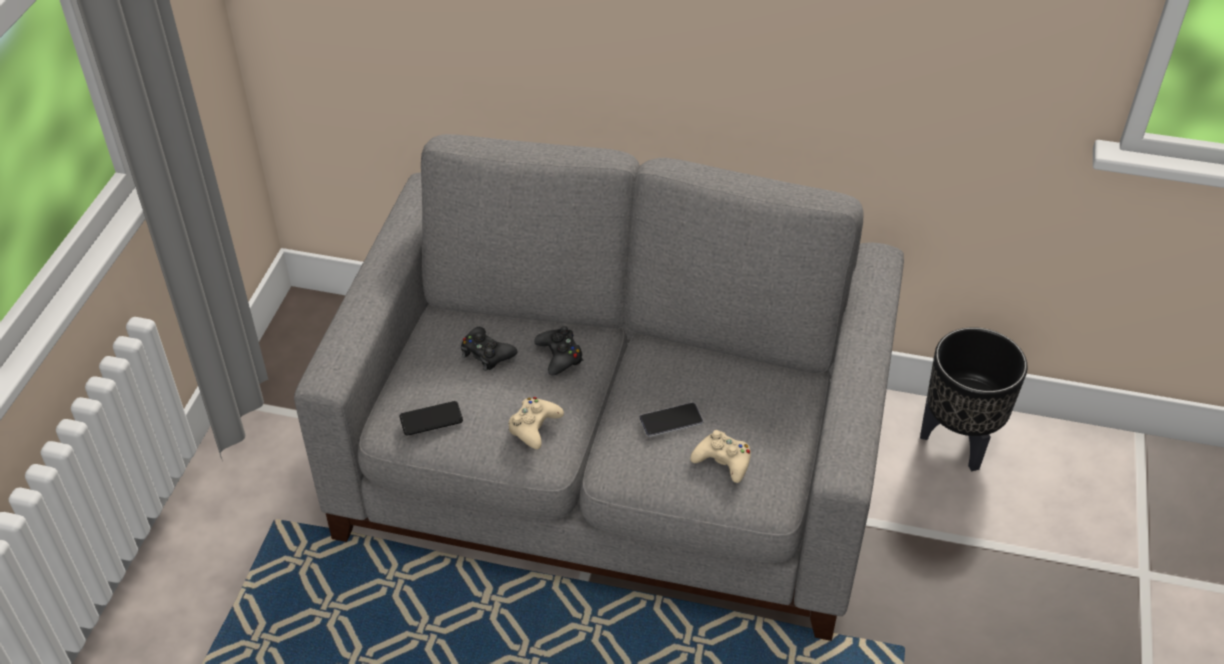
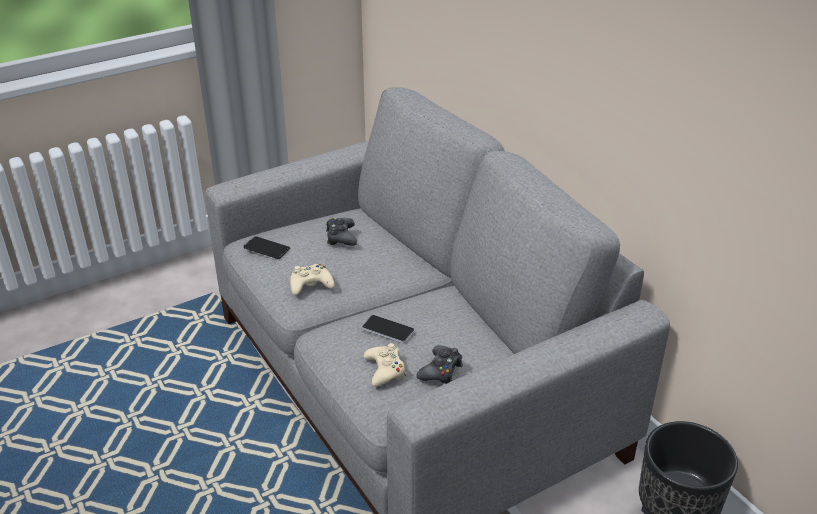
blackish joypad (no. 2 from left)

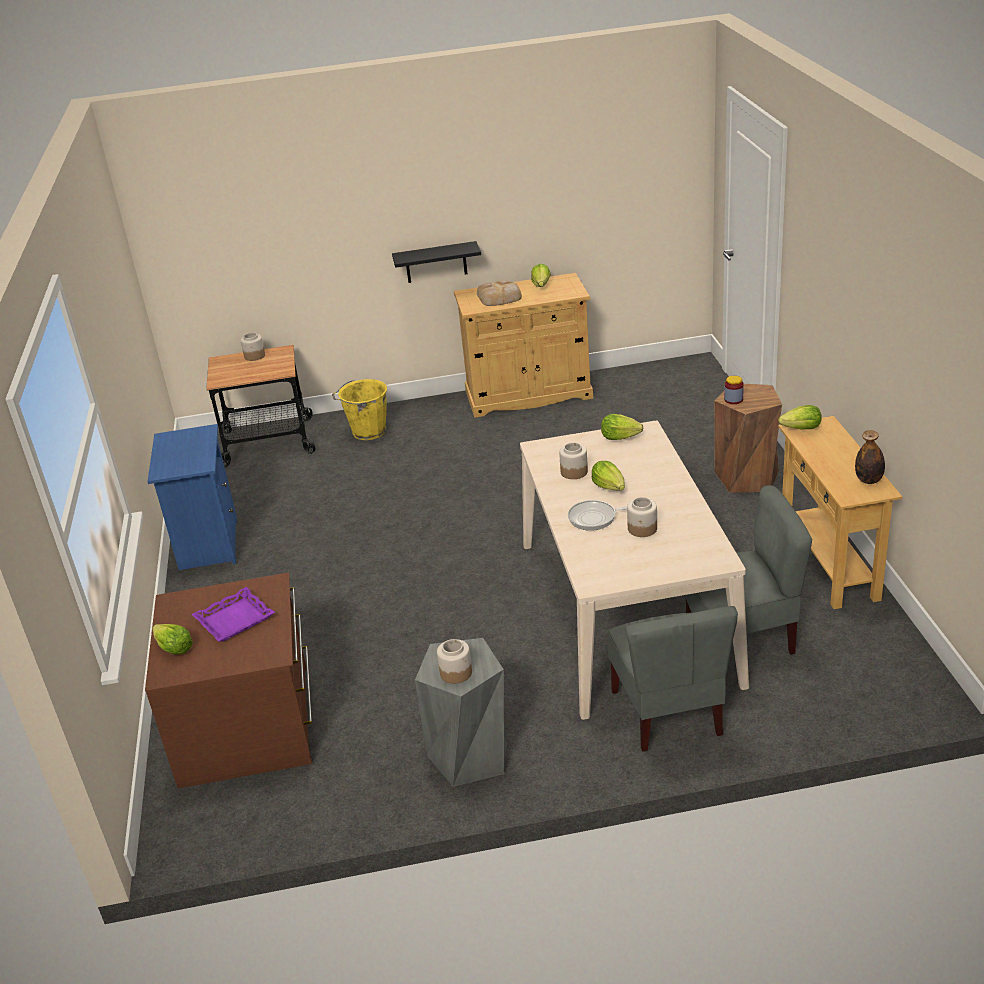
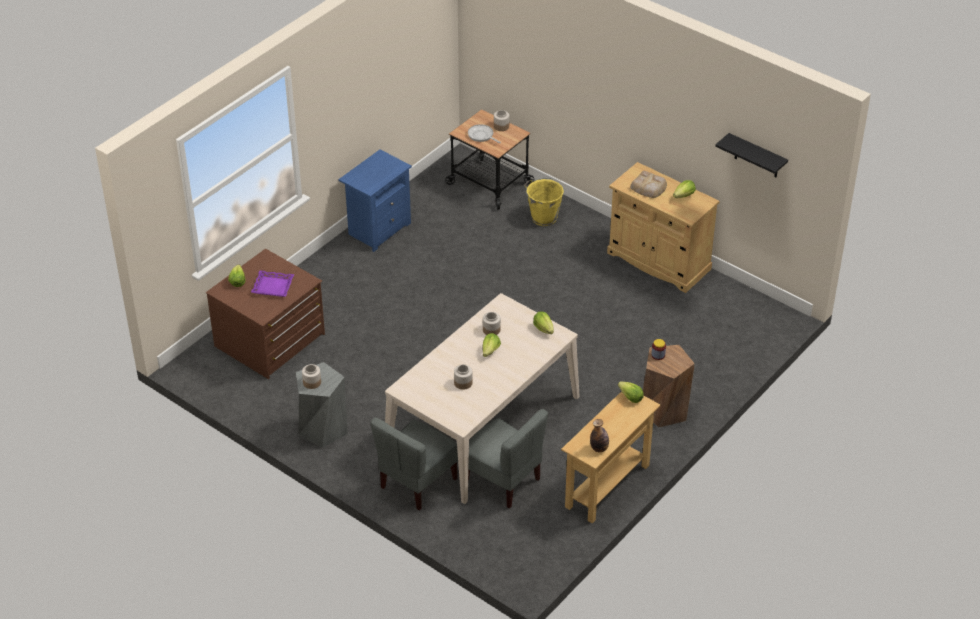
blackish bracket shelf
skillet

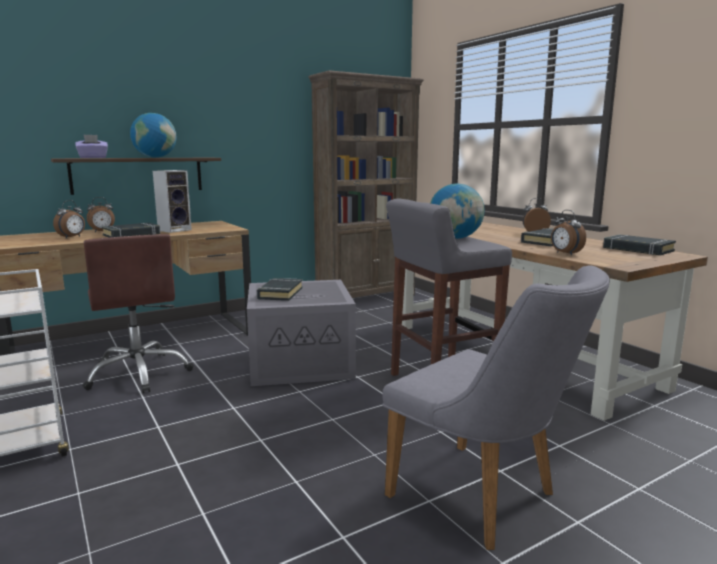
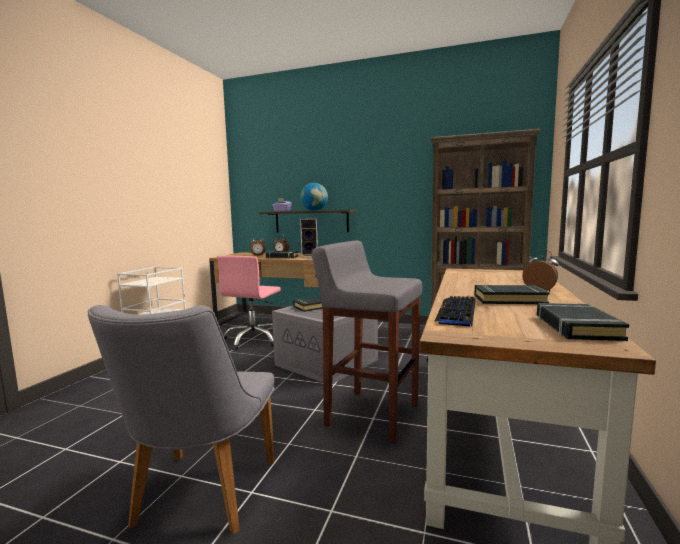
world globe (no. 2 from left in the first image)
PC keyboard
pinkish office chair

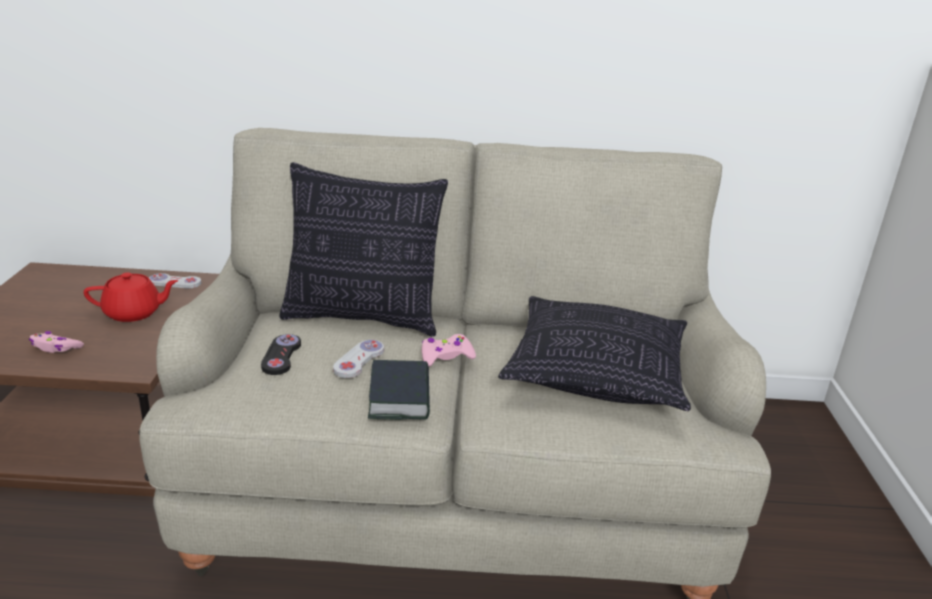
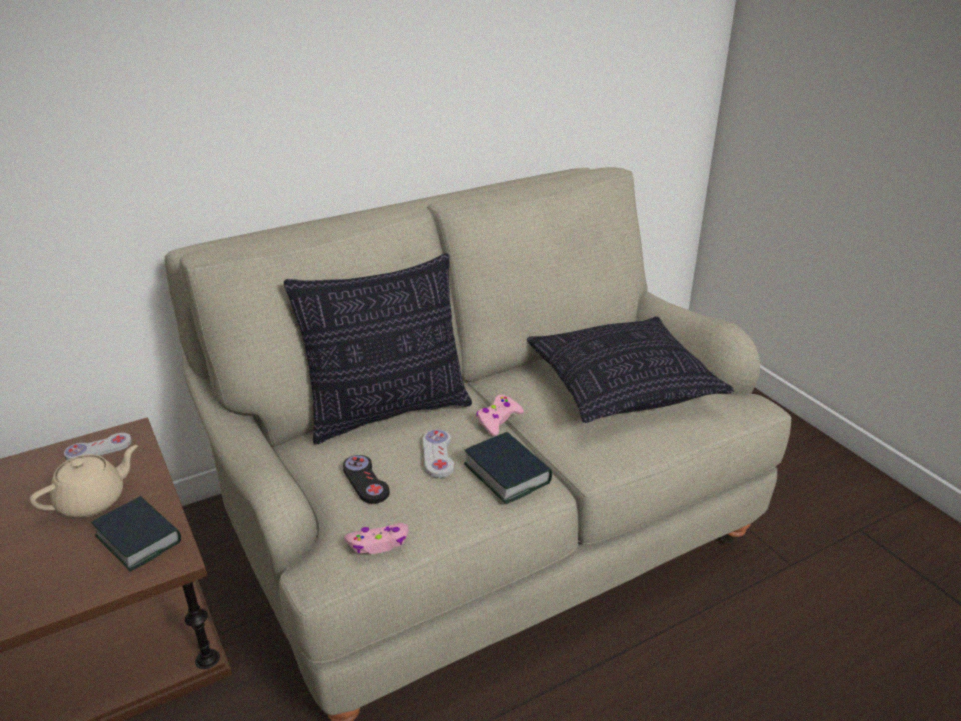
beige tea pot
pinkish joypad (no. 1 from left)
volume (no. 1 from left)

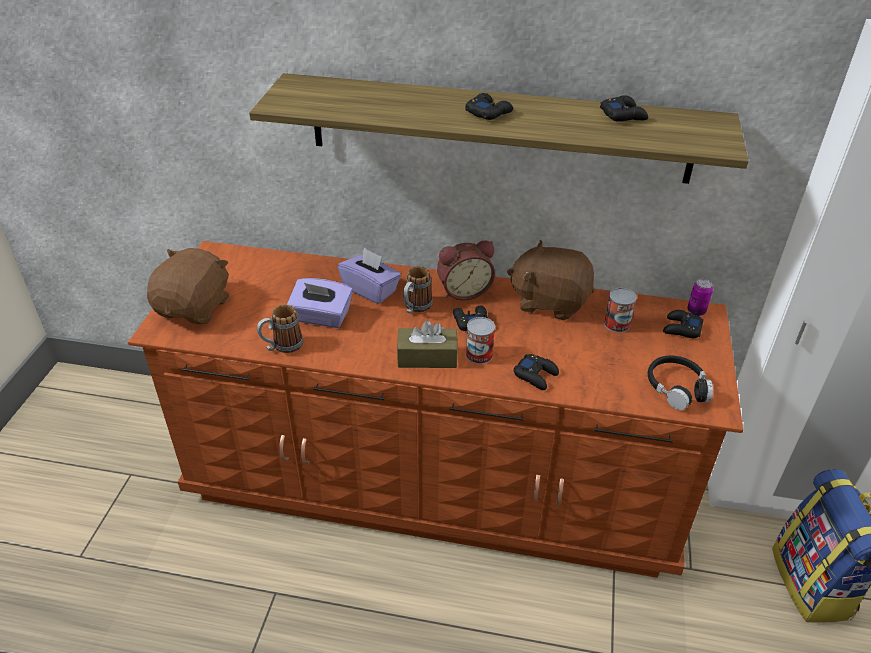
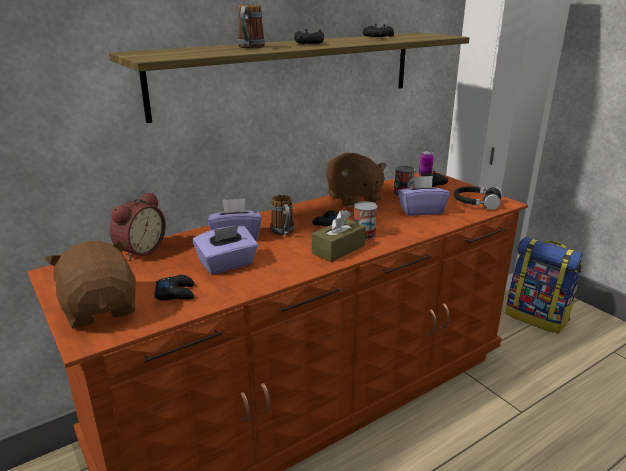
brown-coloured plush toy (no. 2 from left)
table clock
tea mug (no. 1 from left)
blackish joypad (no. 1 from left)
purple-coloured tissue box (no. 3 from left)

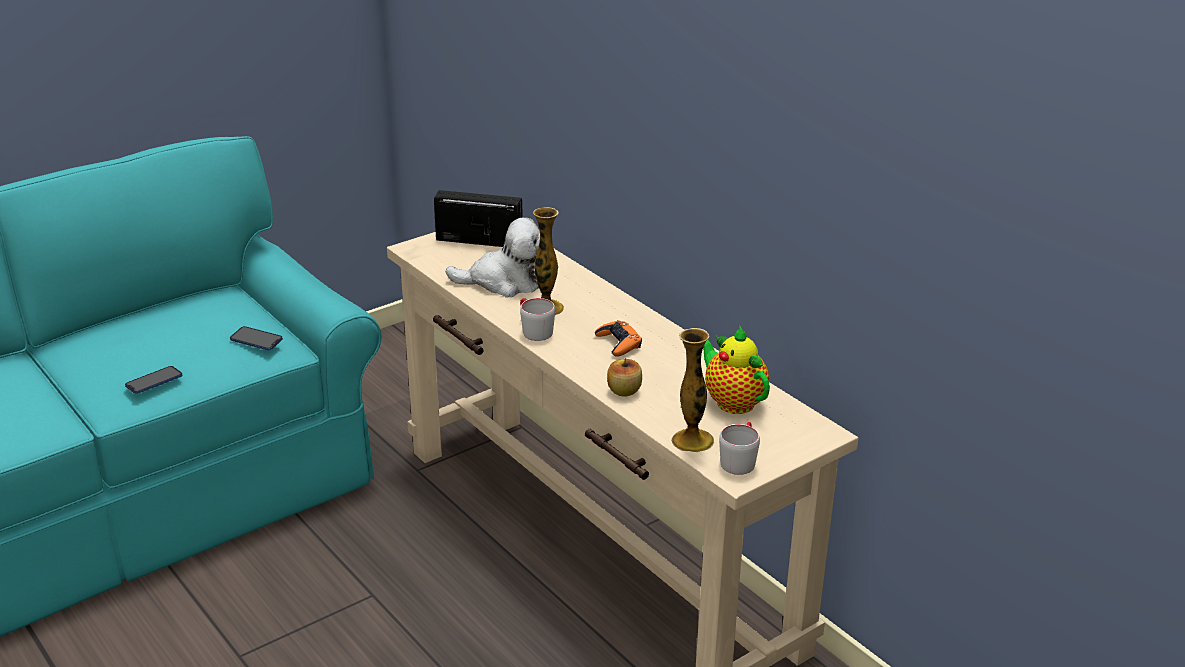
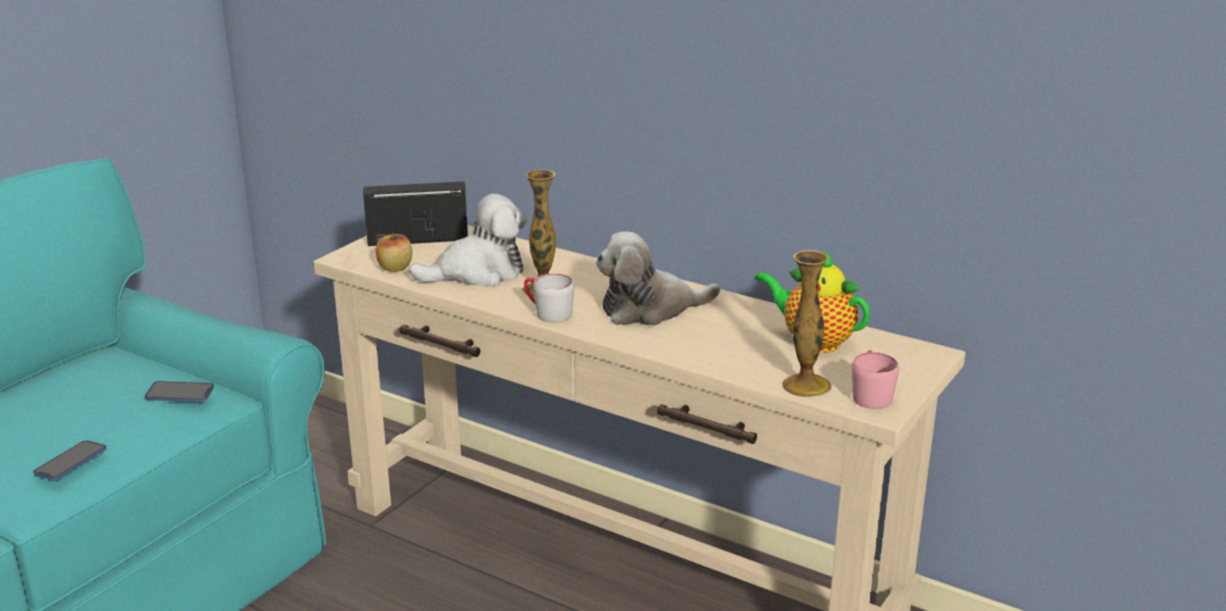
plush toy (no. 2 from left)
whole apple
pinkish tea mug

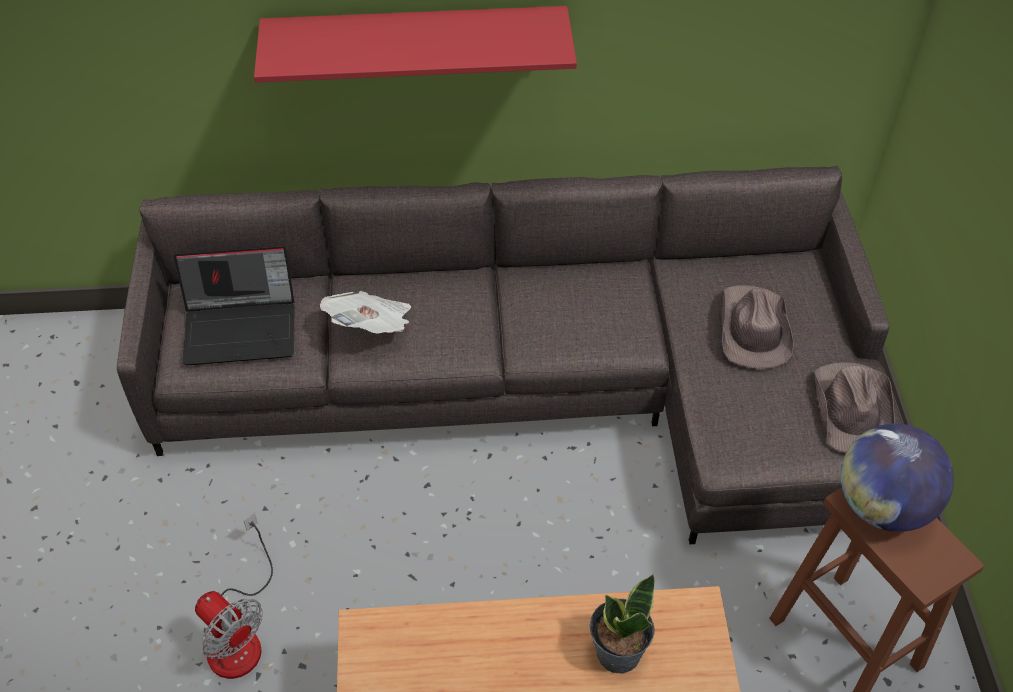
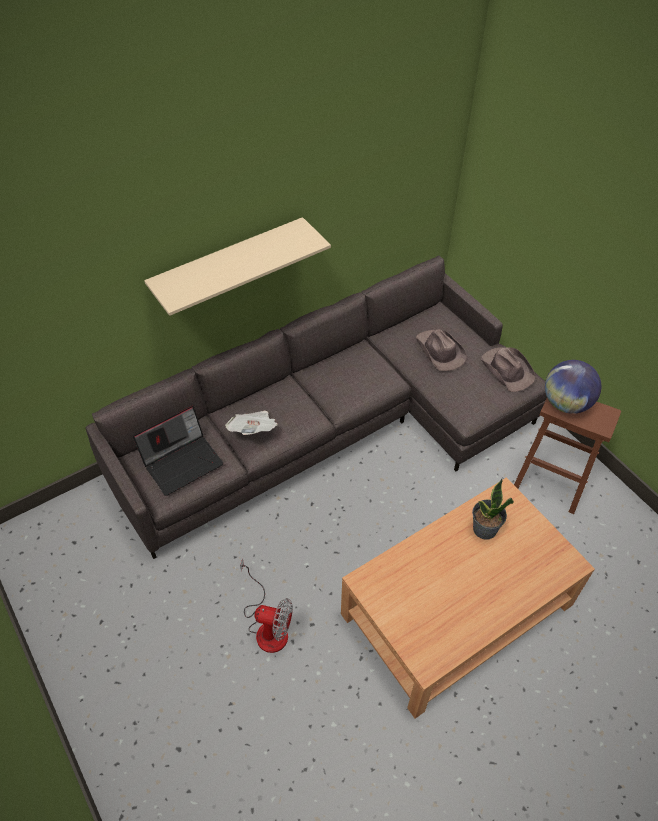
beige bracket shelf

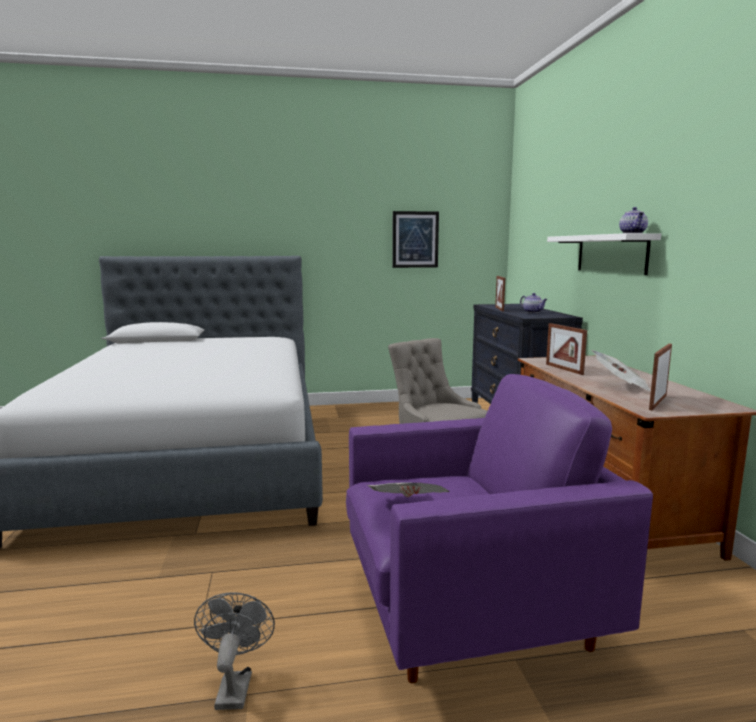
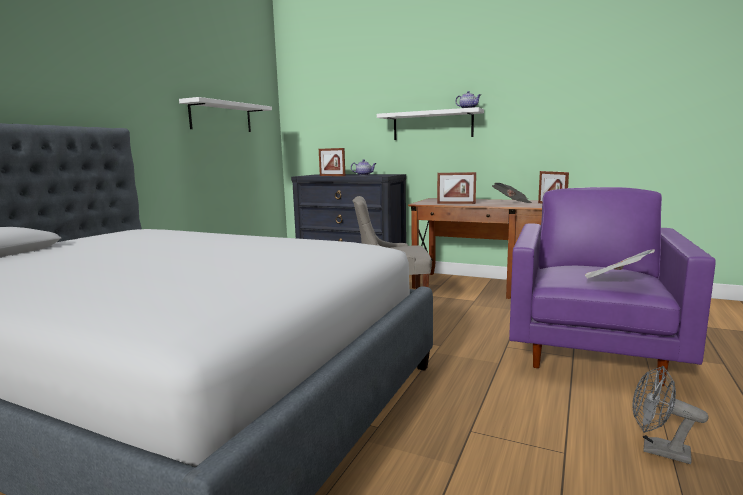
white-coloured bracket shelf (no. 1 from left)

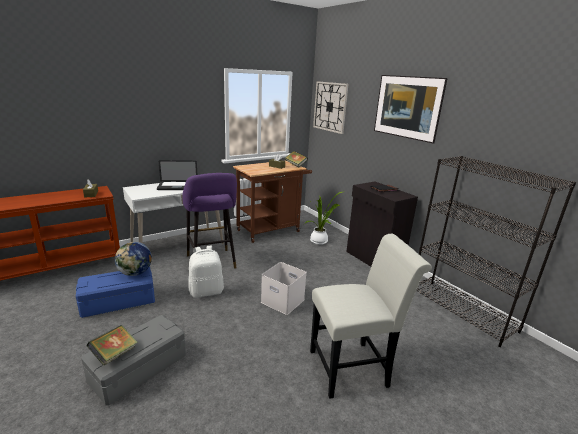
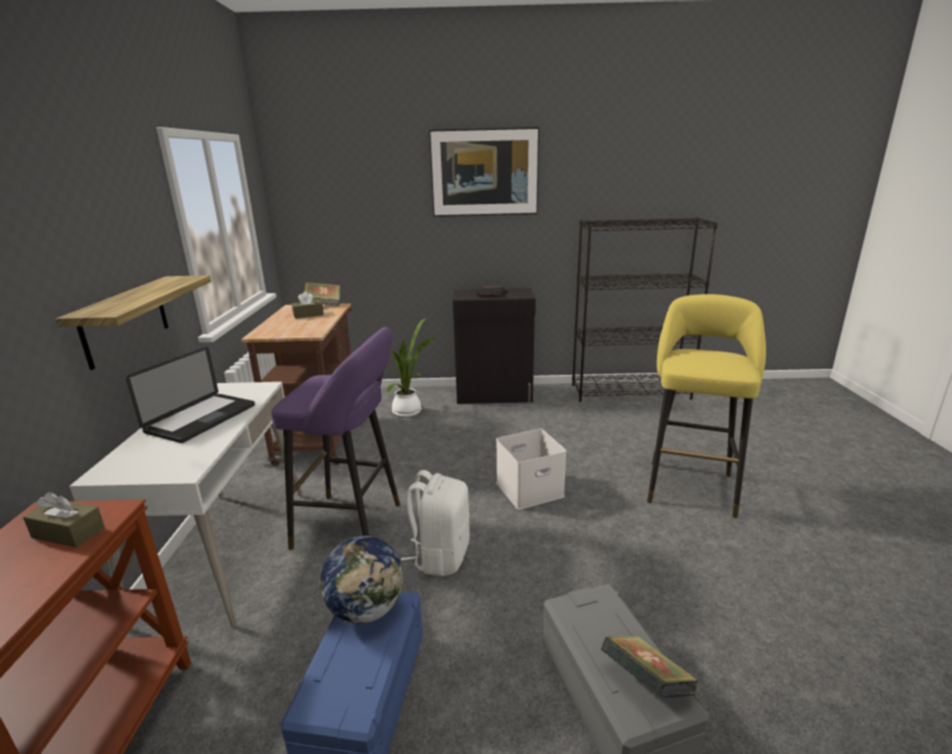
hanging clock
yellow stool seat
bracket shelf

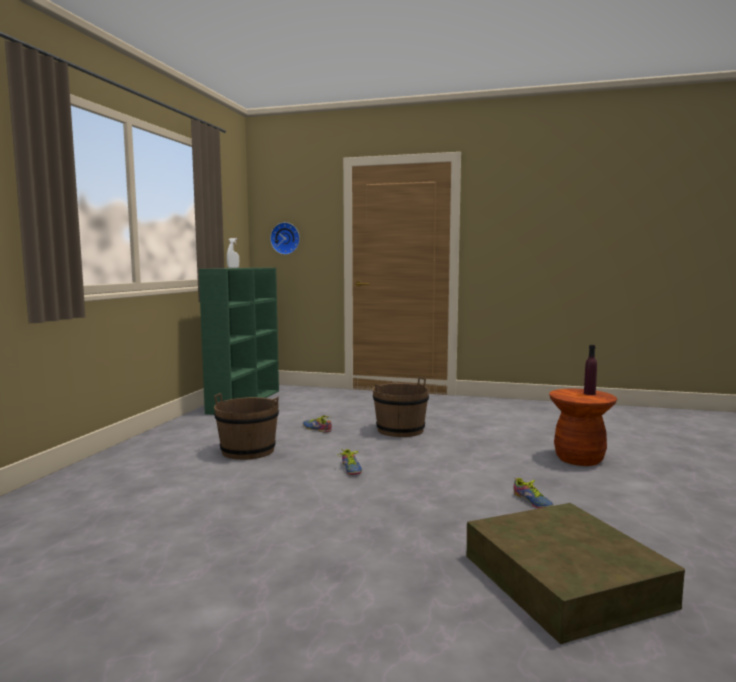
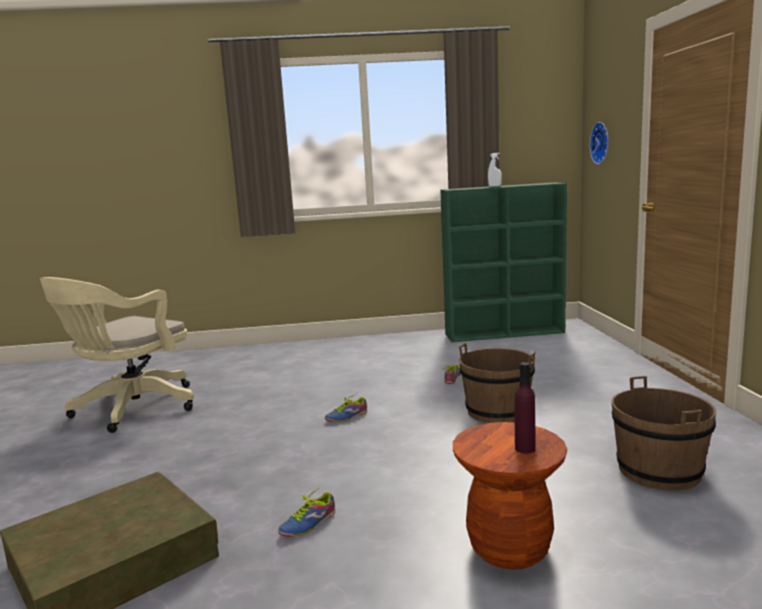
brown-coloured bucket (no. 2 from left)
beige office chair

